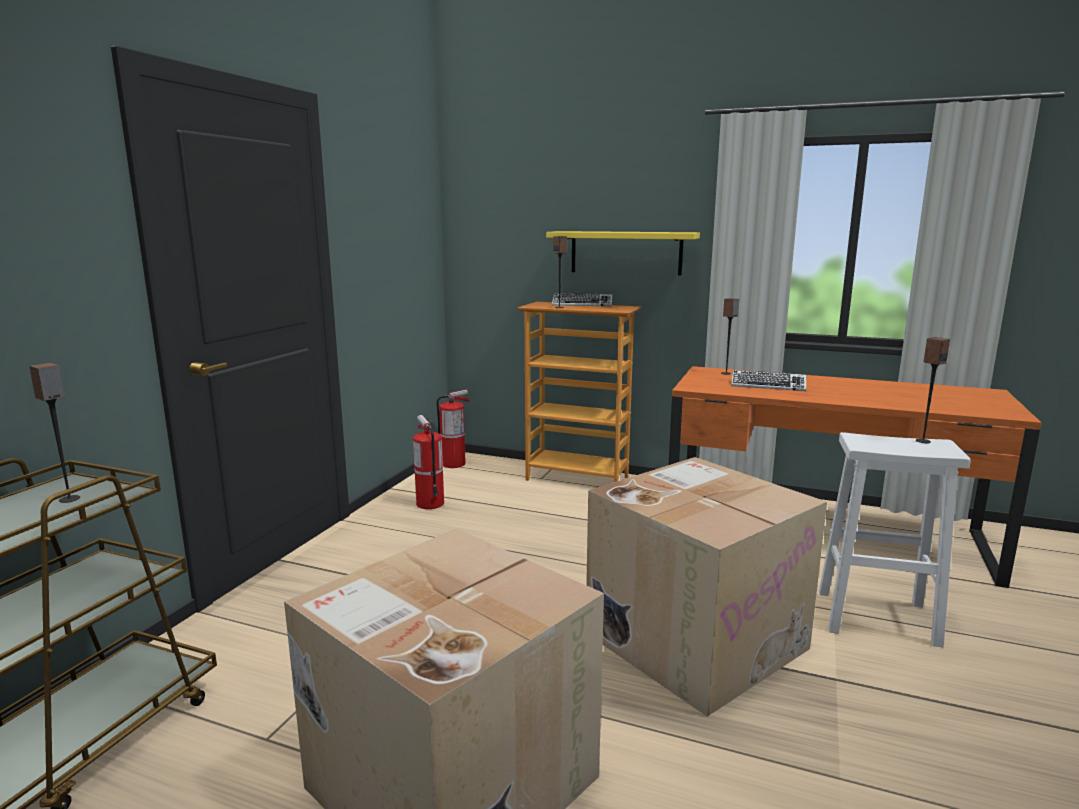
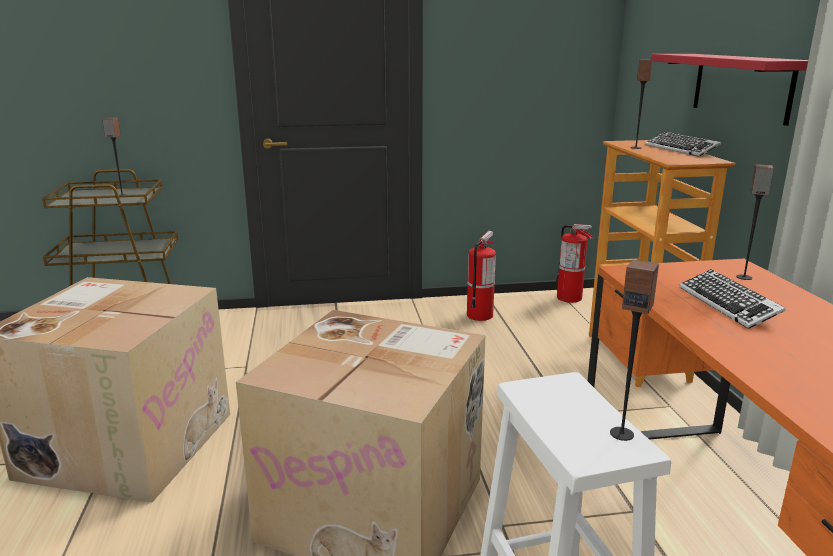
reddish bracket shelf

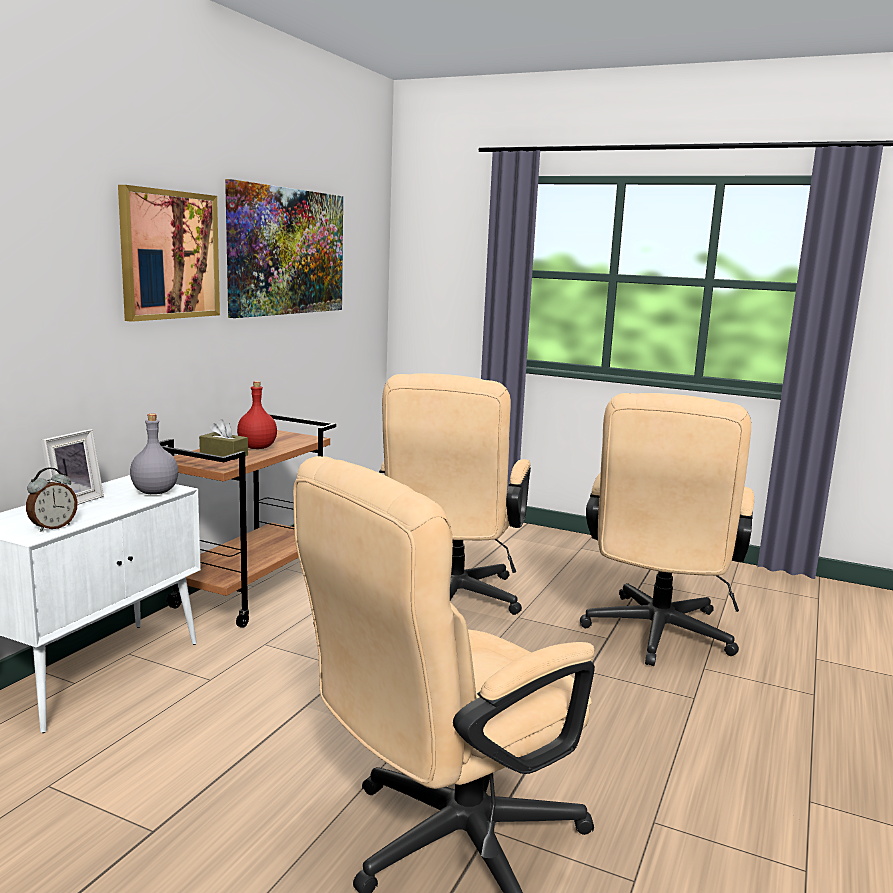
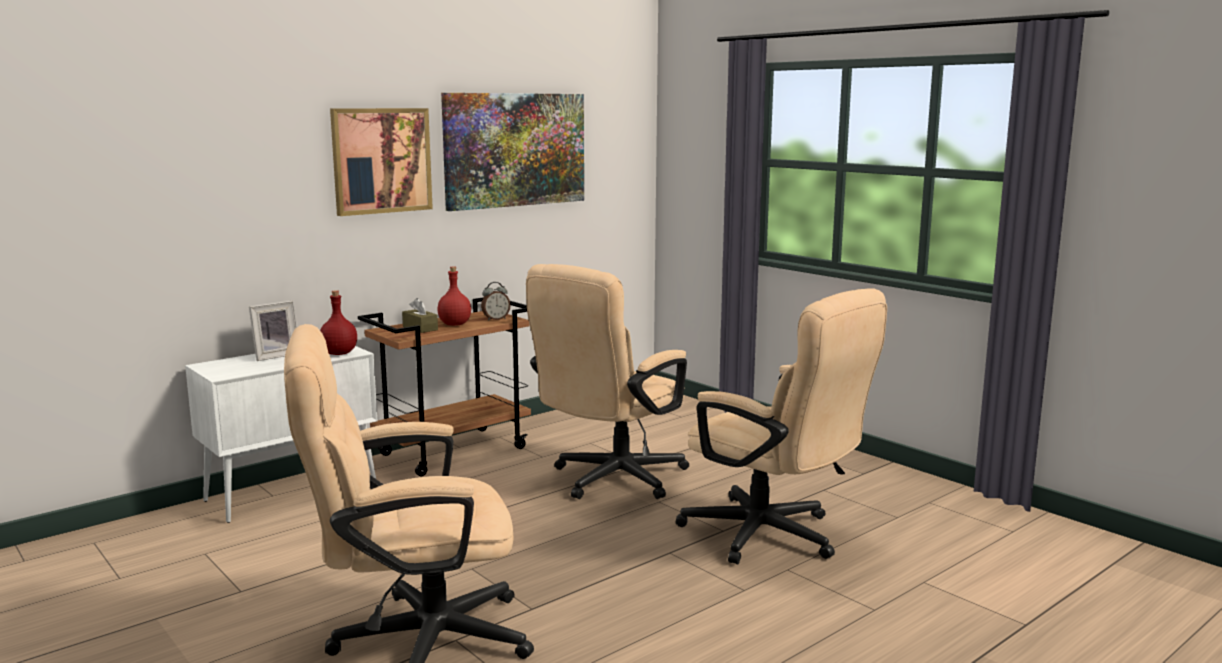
beige office chair (no. 3 from left)
reddish drink bottle (no. 1 from left)
table clock

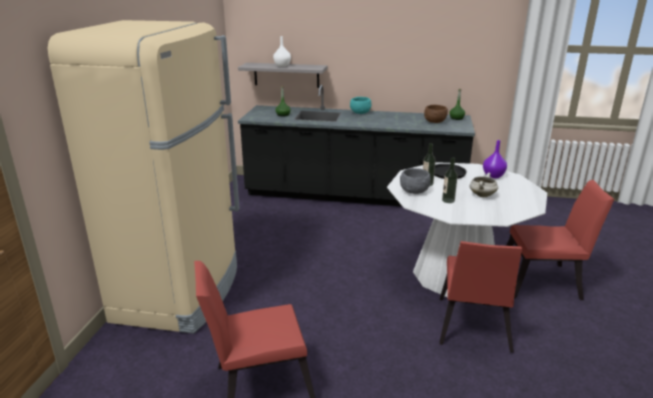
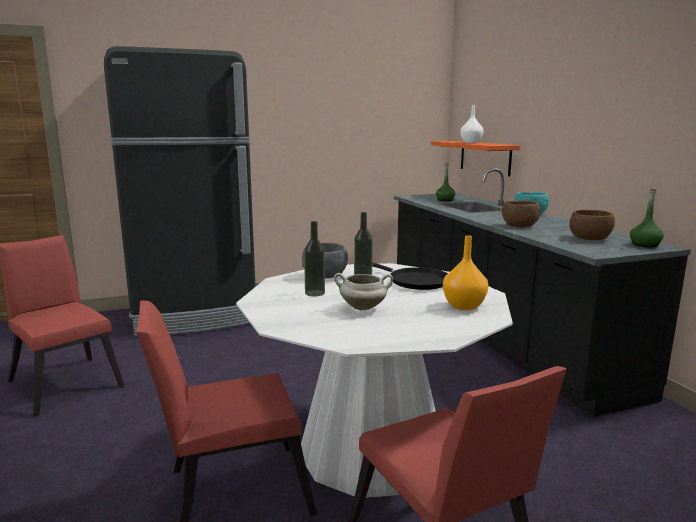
blackish refrigerator
orangey bracket shelf
orangey flower vase
brown-coloured deep dish (no. 1 from left)

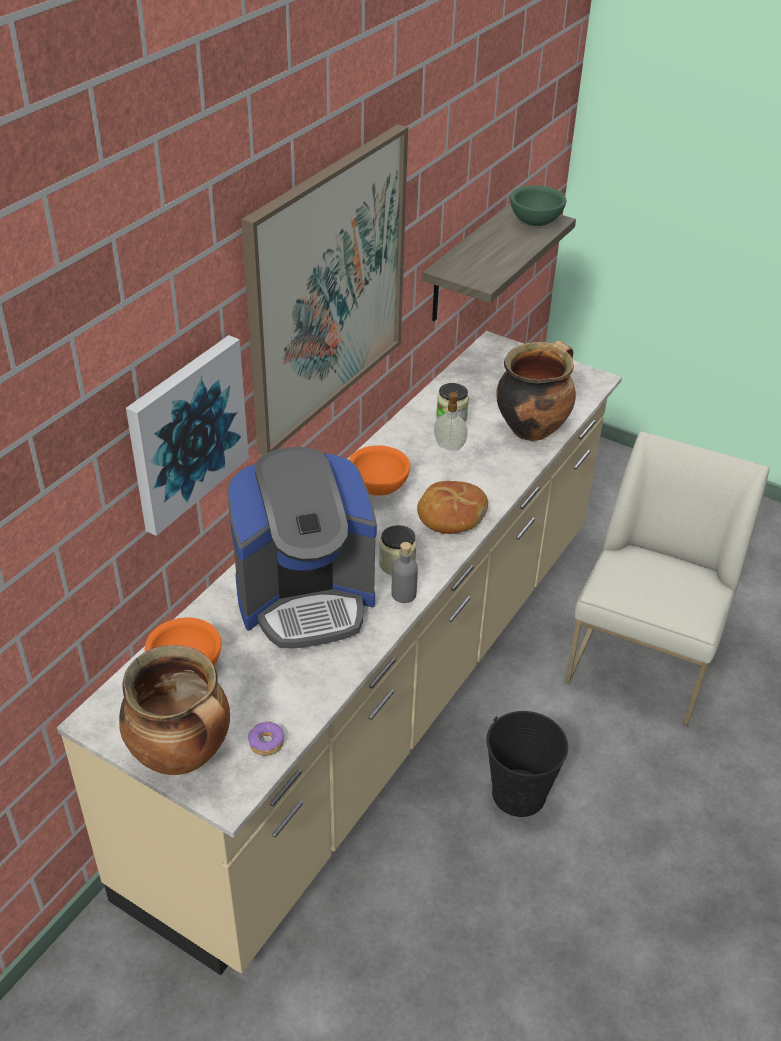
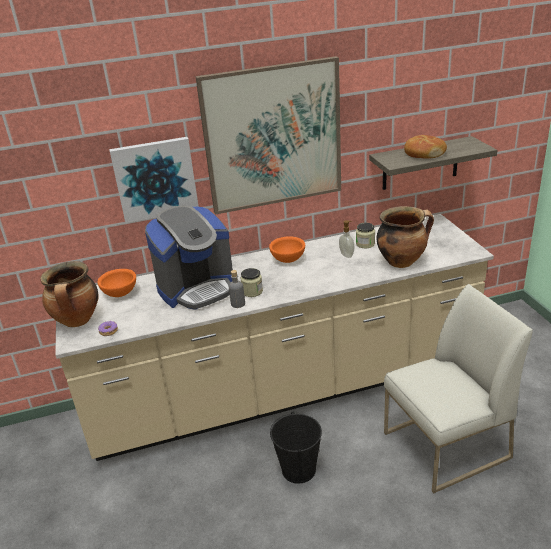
green deep dish
coffee machine
bakery bread

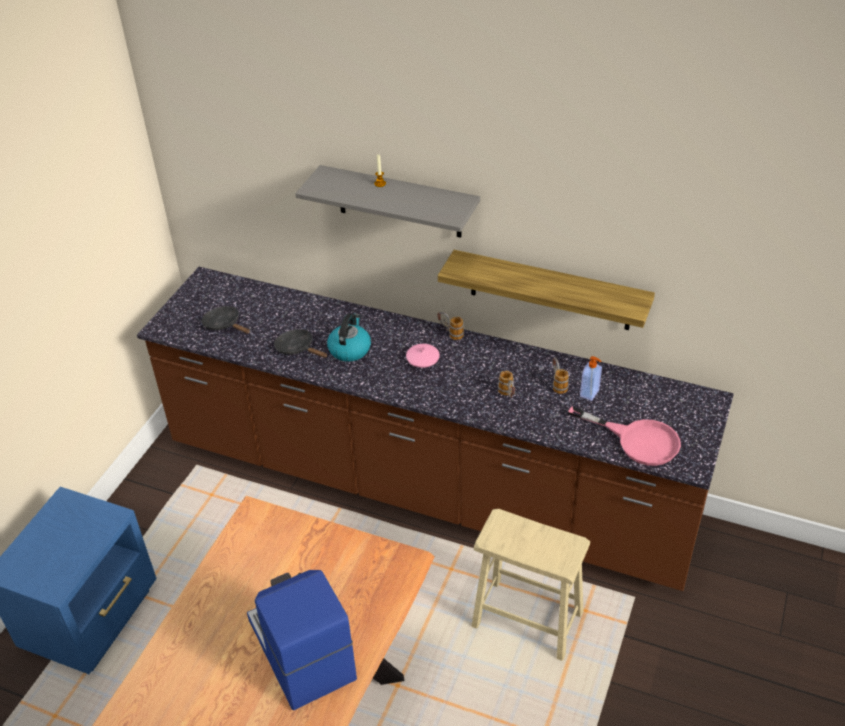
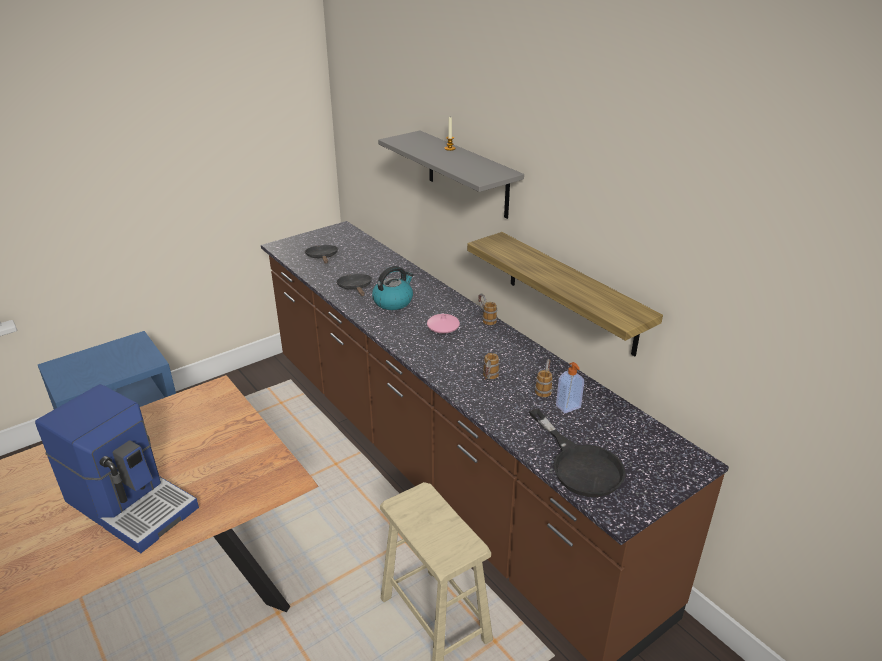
blackish skillet (no. 3 from left)
coffee machine

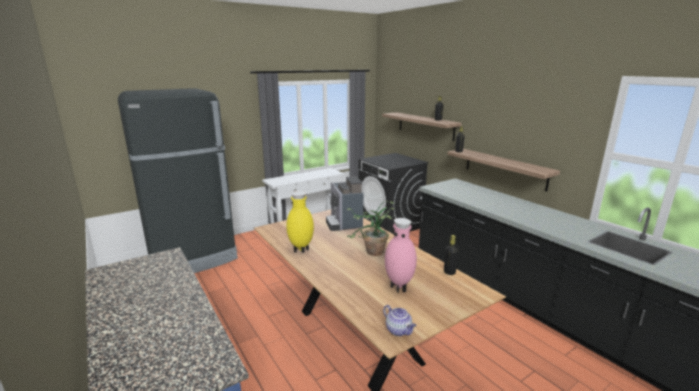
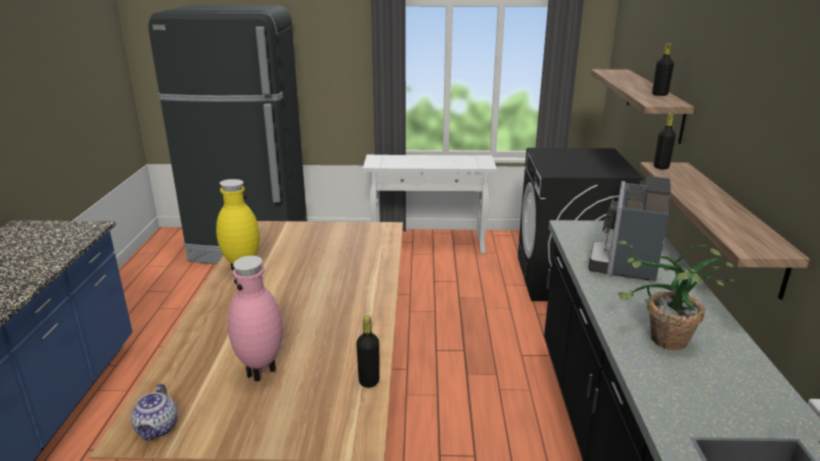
coffee machine
plant in a pot

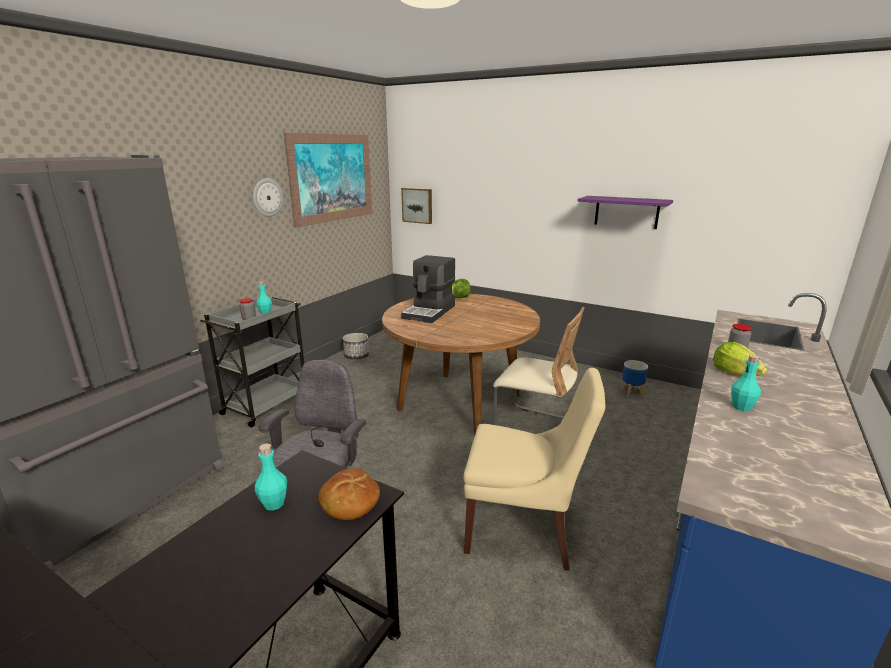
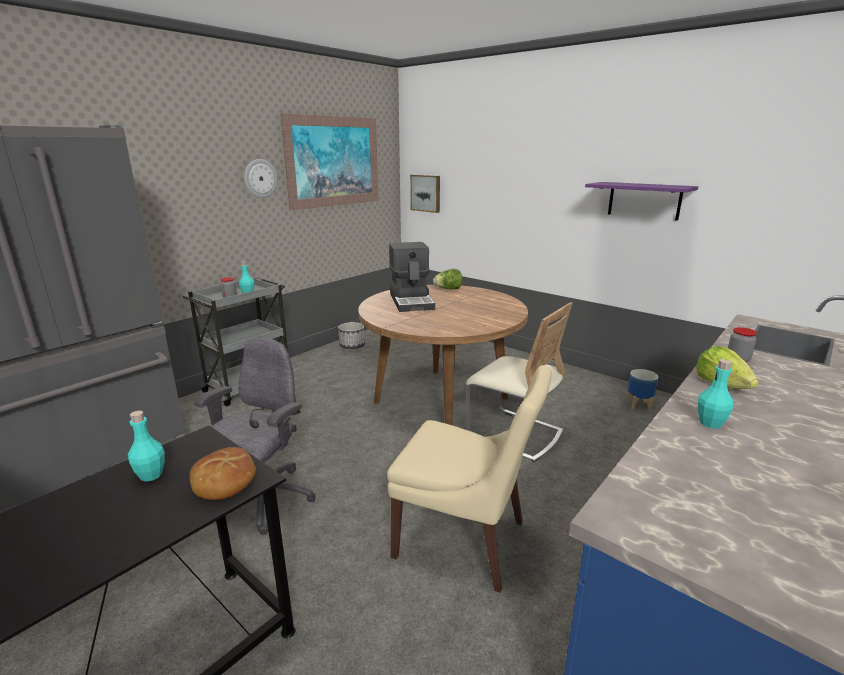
coffee machine

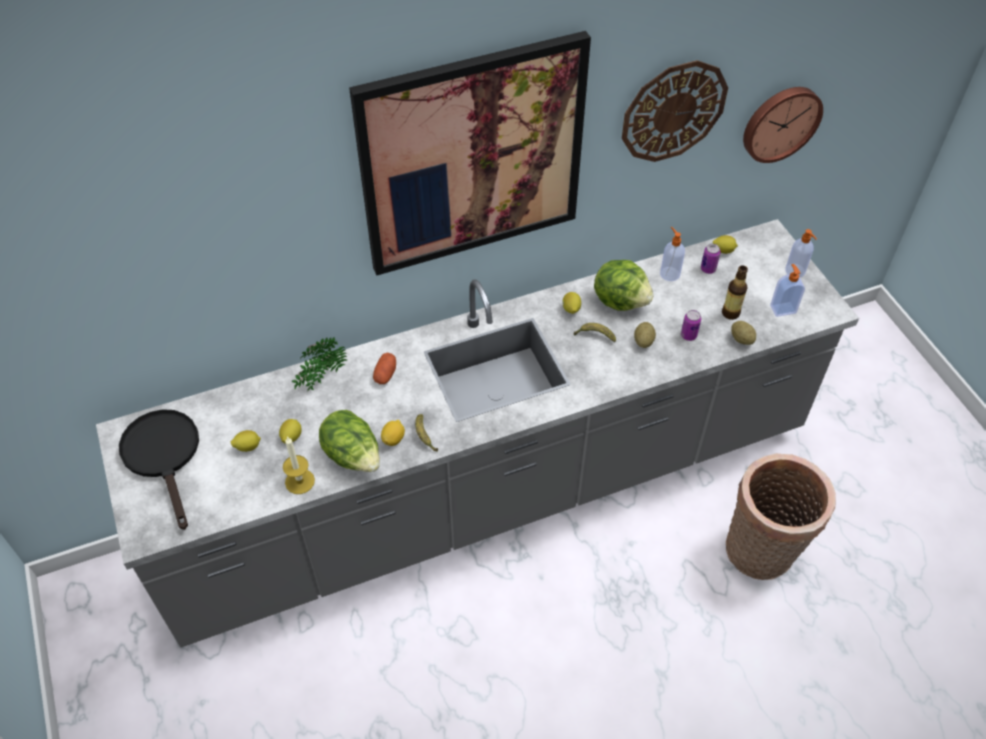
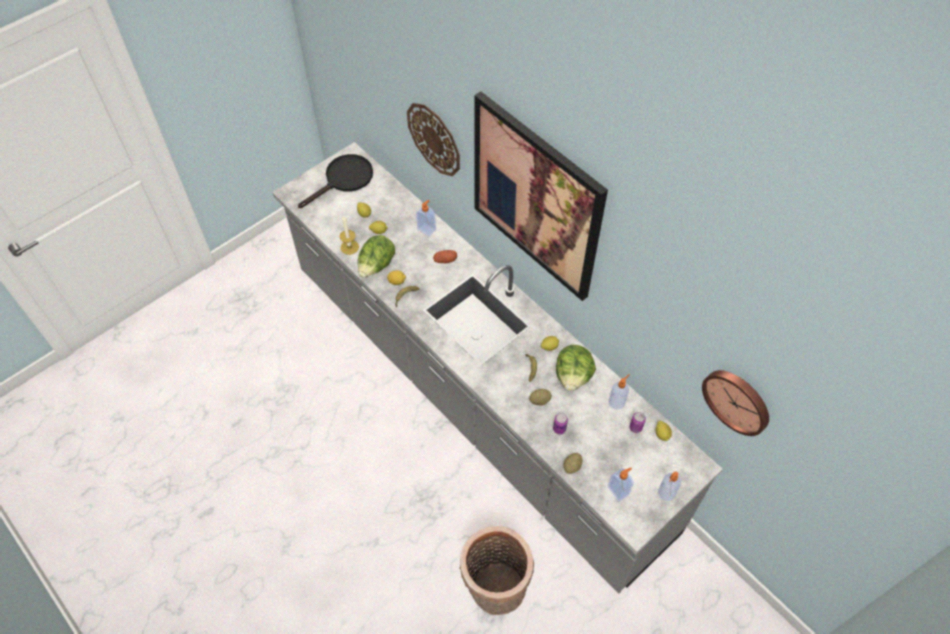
hanging clock (no. 1 from left)
drink bottle
soap bottle (no. 1 from left)

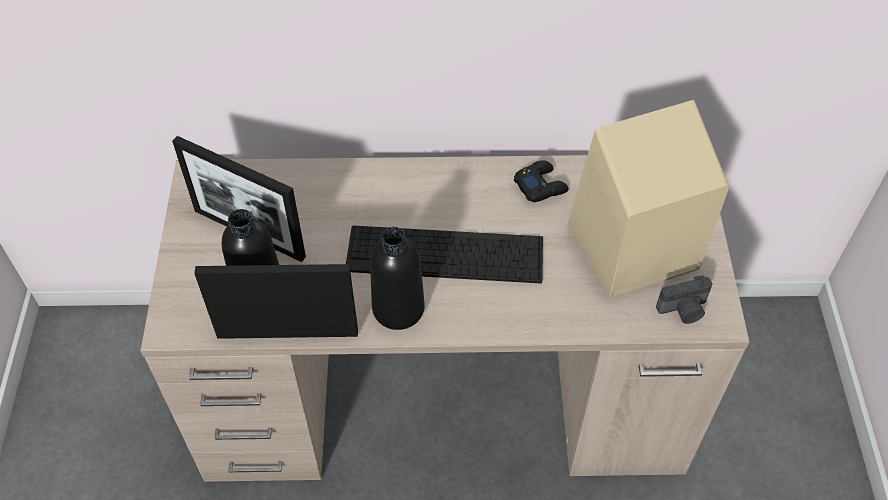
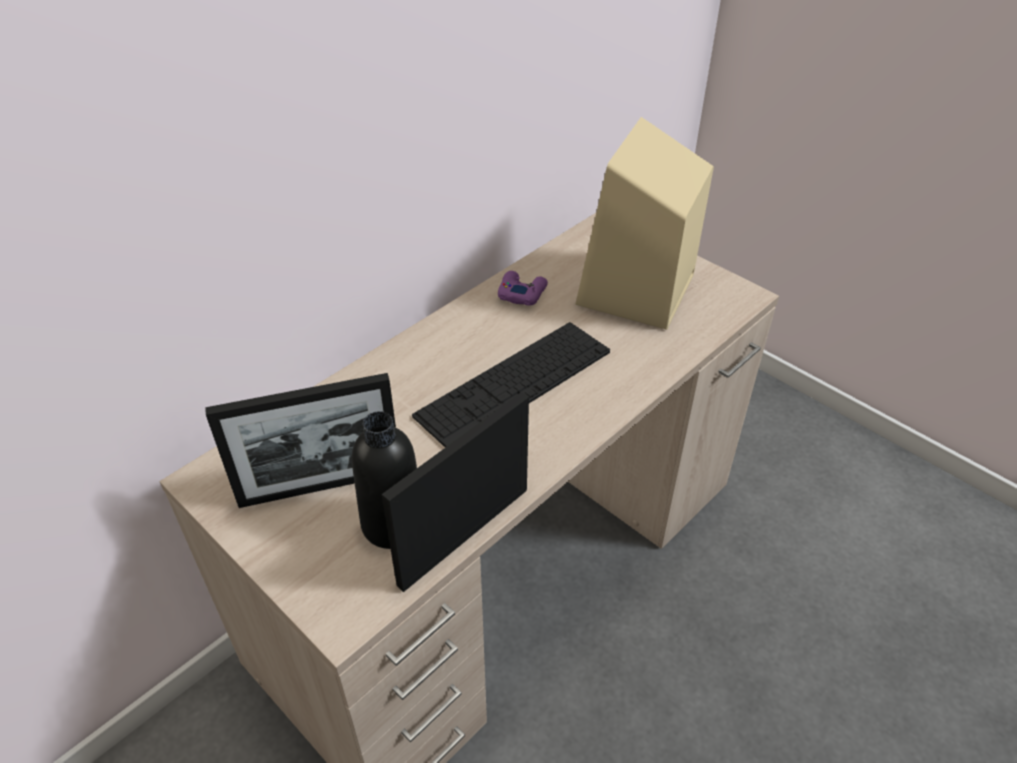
purple-coloured joypad
blackish drink bottle (no. 2 from left in the first image)
still camera

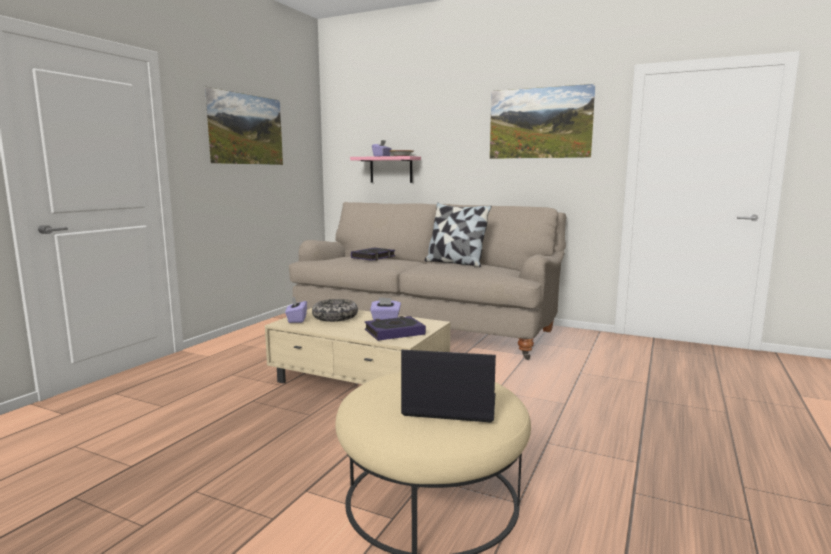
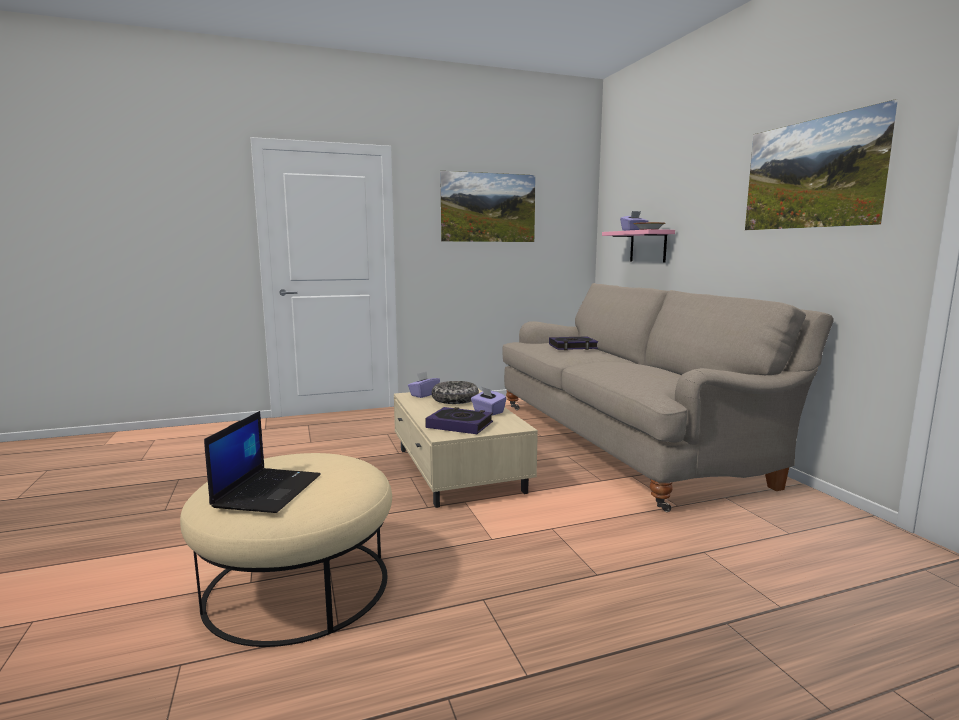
throw pillow
notebook computer

